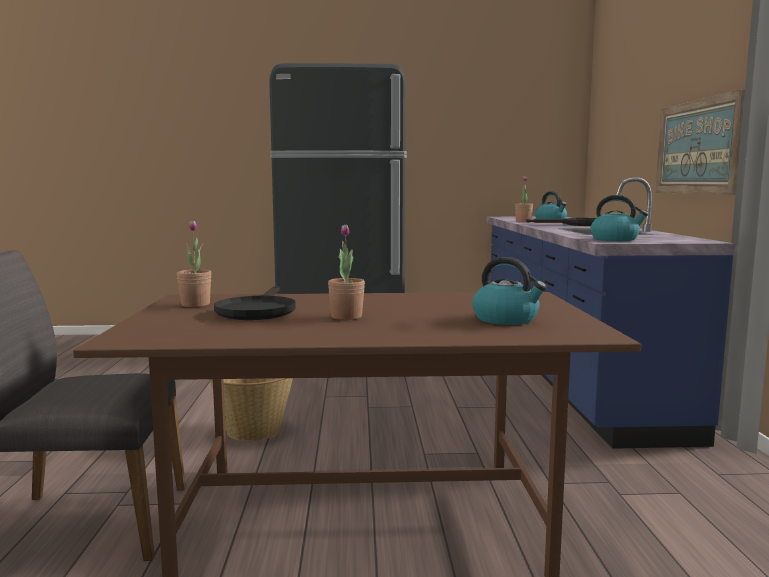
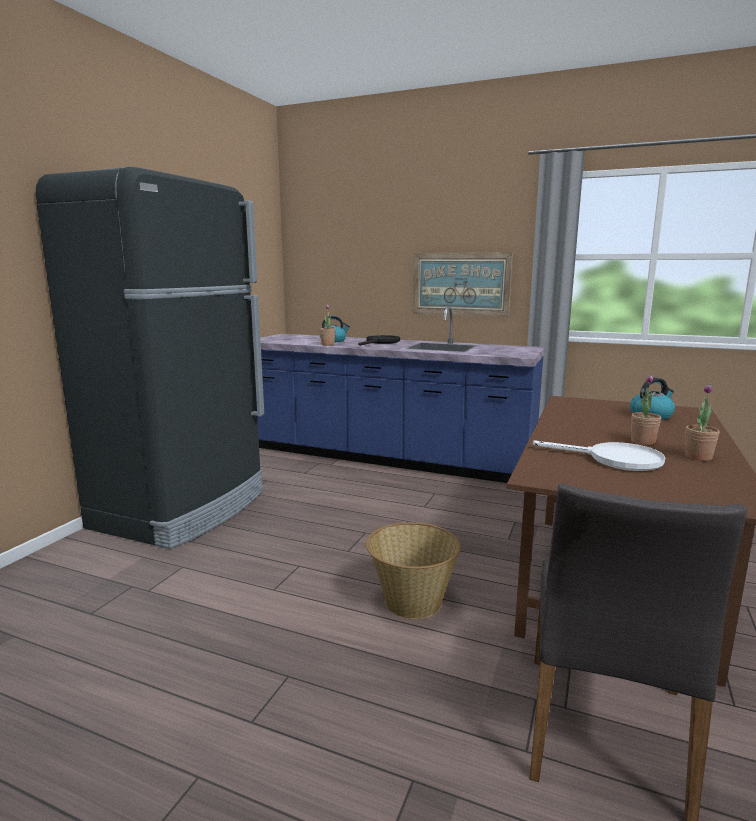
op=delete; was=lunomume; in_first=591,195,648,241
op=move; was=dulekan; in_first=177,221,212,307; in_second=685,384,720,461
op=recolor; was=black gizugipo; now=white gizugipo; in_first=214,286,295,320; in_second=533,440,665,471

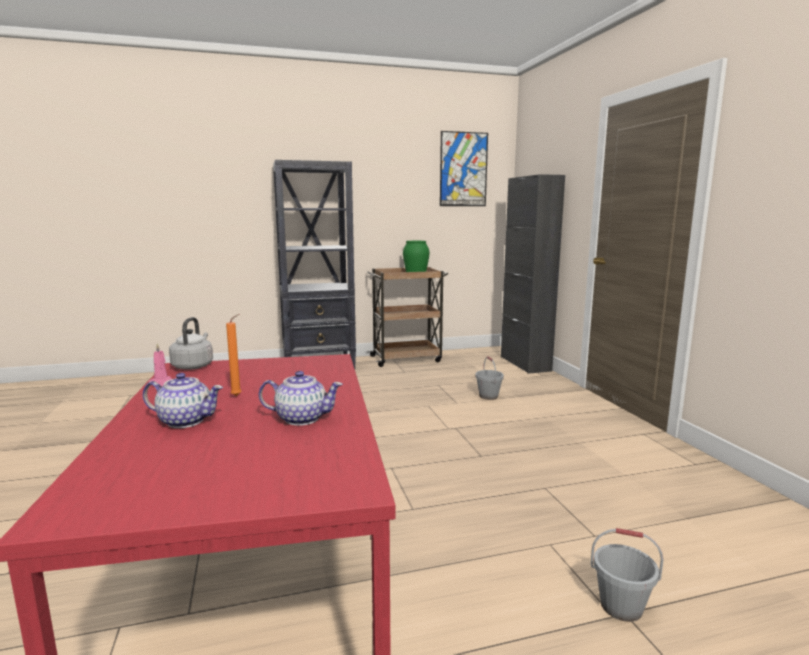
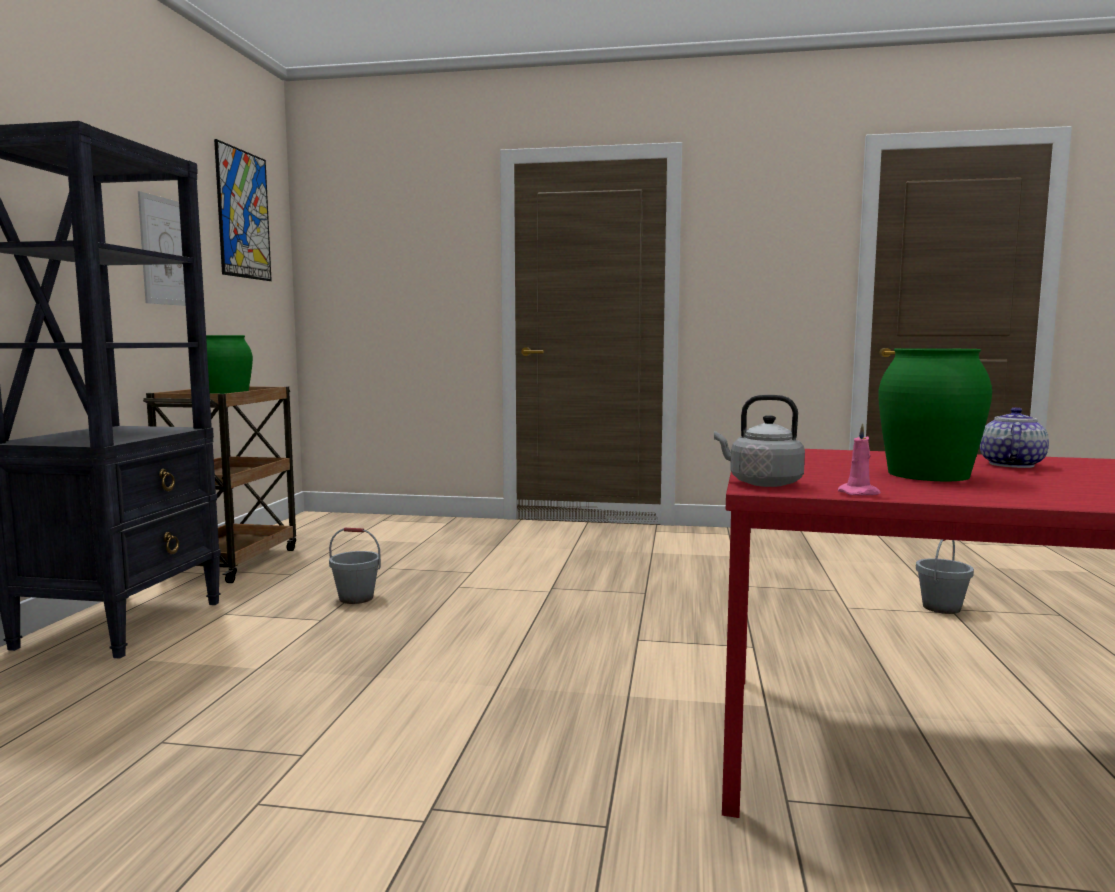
op=delete; was=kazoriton; in_first=143,373,223,428
op=delete; was=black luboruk; in_first=501,174,565,374
op=insert; now=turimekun; in_second=138,191,186,306
op=move; was=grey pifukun; in_first=475,357,504,400; in_second=329,528,381,604
op=replace; was=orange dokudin; now=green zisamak; in_first=226,314,241,396; in_second=878,348,992,481

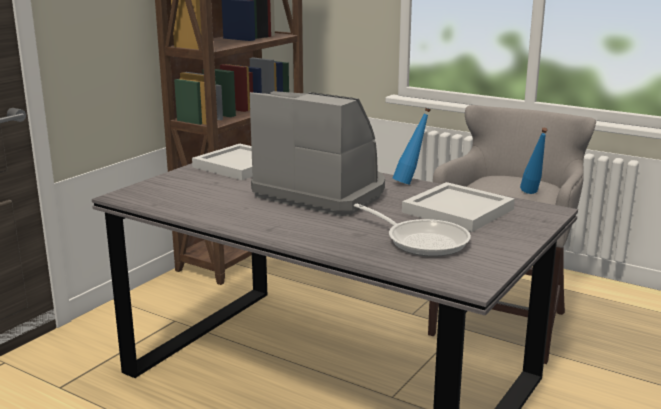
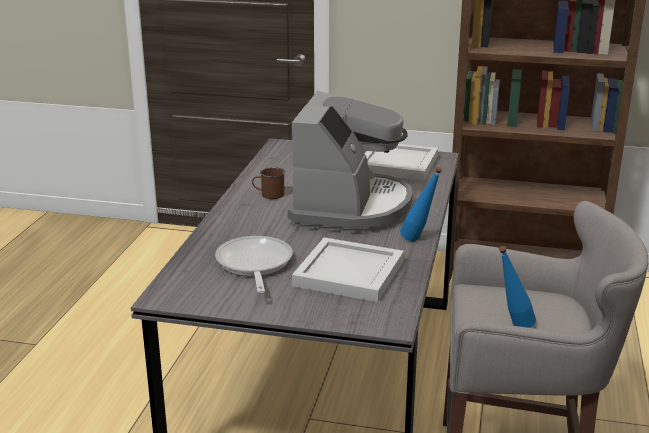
op=insert; now=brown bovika; in_second=252,167,285,199
op=rotate; was=gizugipo; in_first=354,204,471,257; in_second=215,236,293,293; clockwise=150

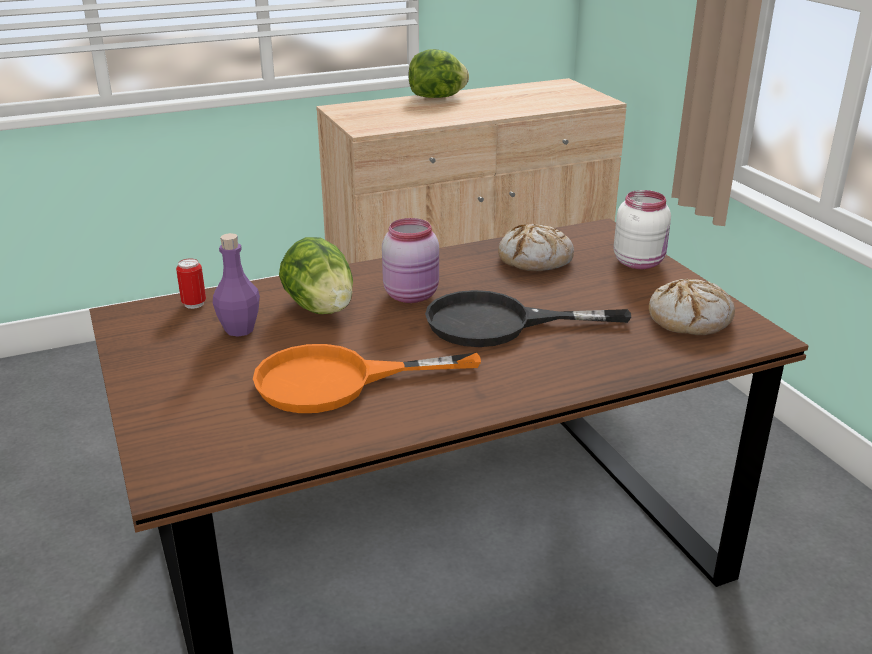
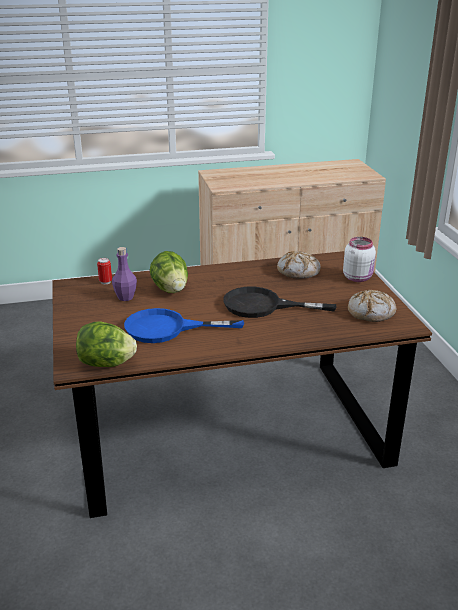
op=delete; was=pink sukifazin; in_first=382,218,439,303
op=move; was=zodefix; in_first=408,49,469,98; in_second=76,321,137,367
op=recolor; was=orange gizugipo; now=blue gizugipo; in_first=253,344,481,413; in_second=124,308,244,343

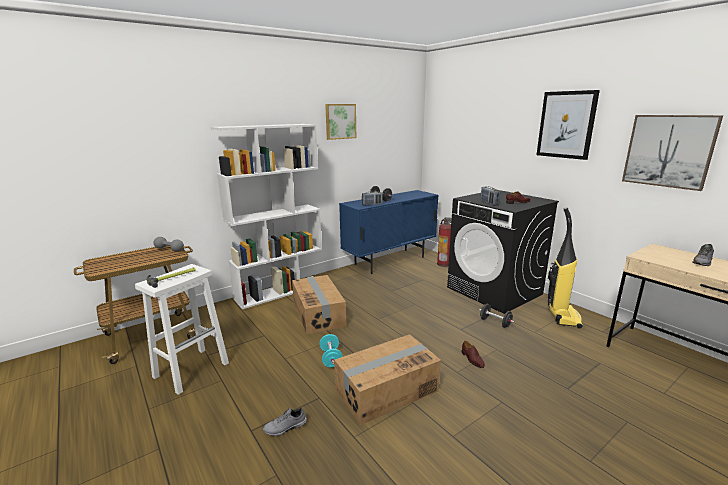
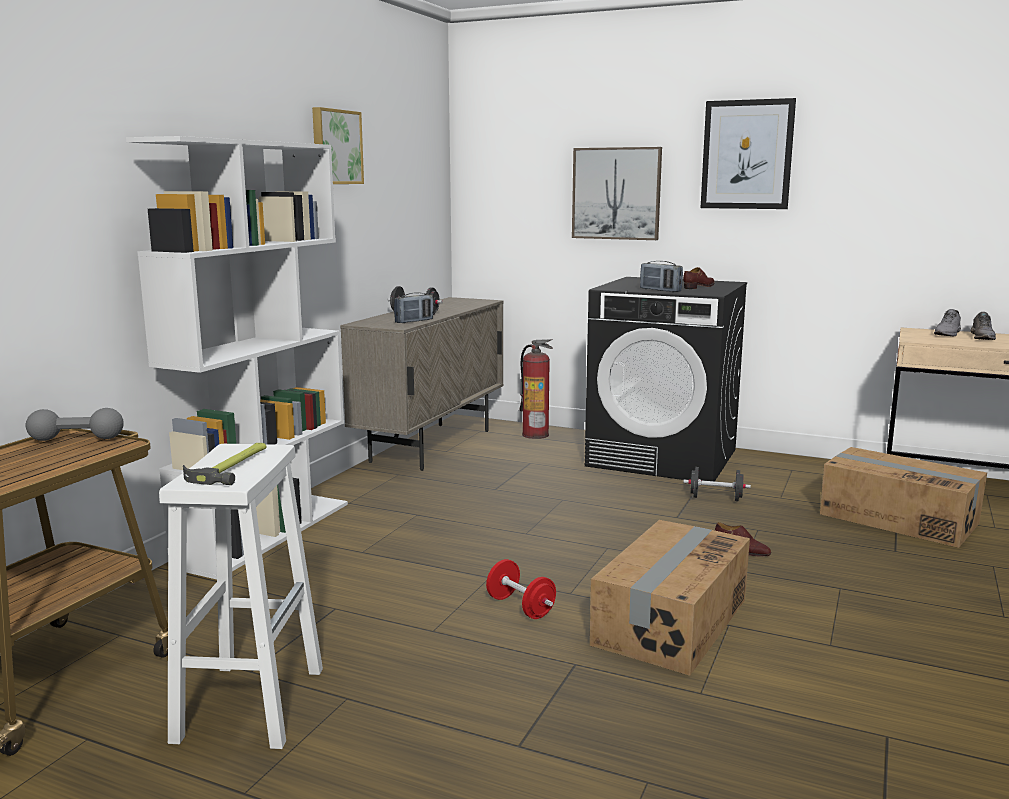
op=delete; was=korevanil; in_first=548,207,583,328
op=move; was=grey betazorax; in_first=263,408,307,436; in_second=934,309,961,336
op=move; was=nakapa; in_first=292,275,346,335; in_second=820,447,987,548
op=move; was=turimekun; in_first=622,115,723,191; in_second=572,147,662,240
op=recolor; was=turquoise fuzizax; now=red fuzizax; in_first=320,334,342,368; in_second=486,559,556,619
op=recolor; was=blue luboruk; now=beige luboruk; in_first=339,190,438,274; in_second=340,297,503,471

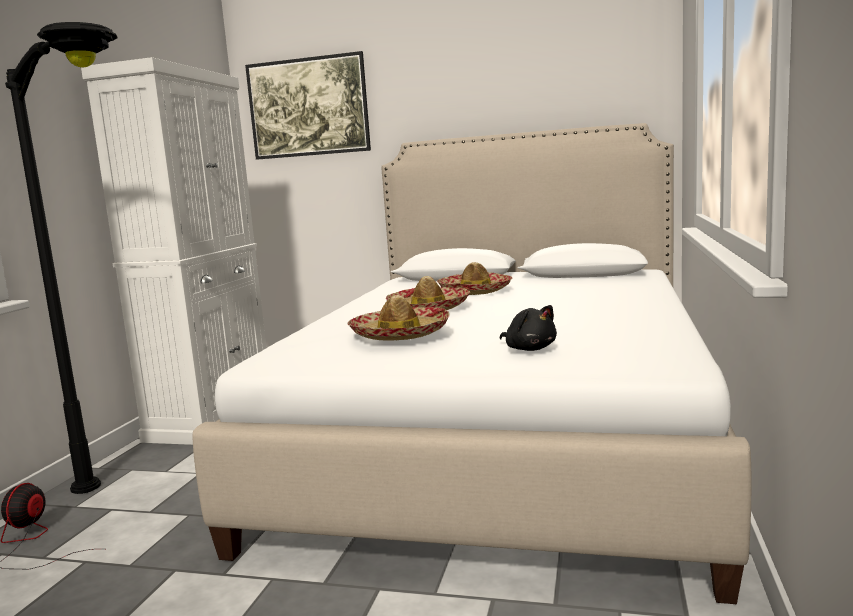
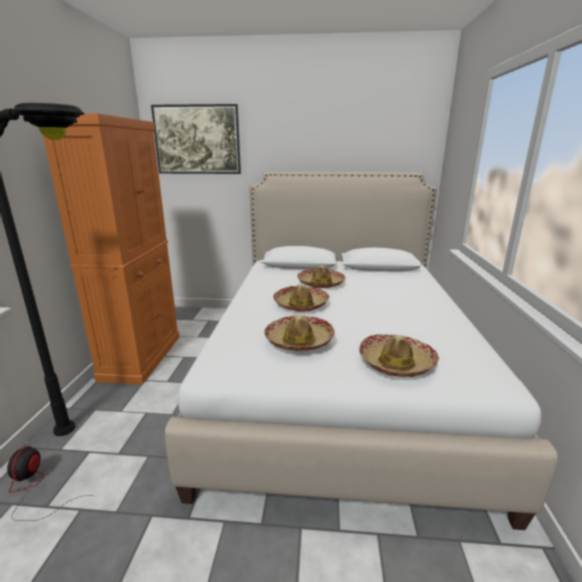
op=replace; was=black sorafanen; now=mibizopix; in_first=500,305,557,351; in_second=359,334,439,377
op=recolor; was=white luboruk; now=orange luboruk; in_first=81,57,267,445; in_second=43,113,179,385

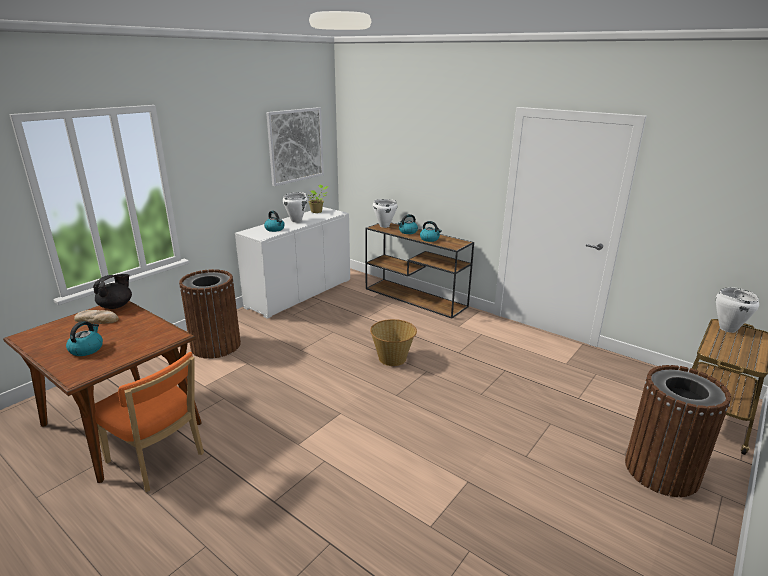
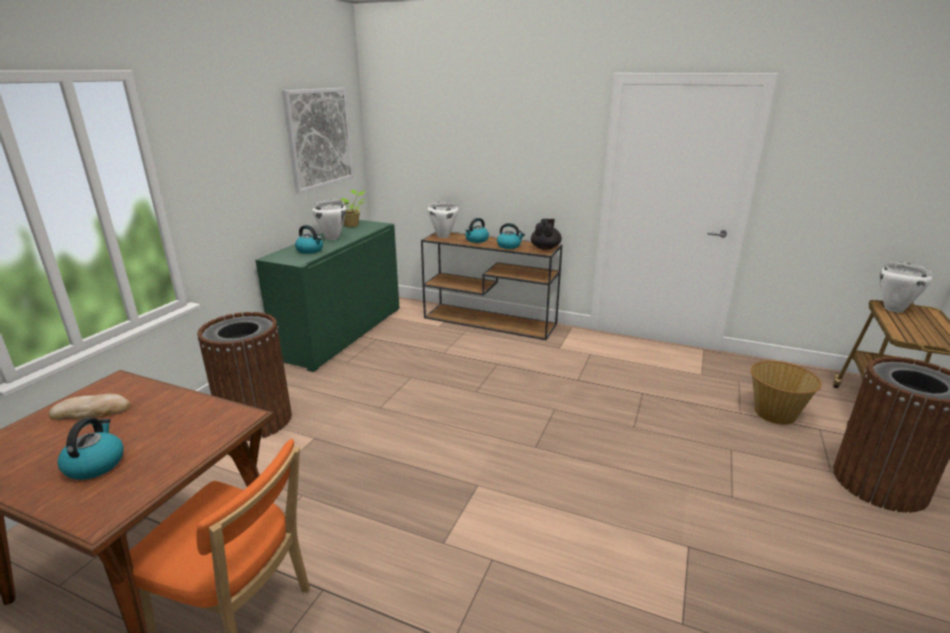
op=move; was=black kazoriton; in_first=93,274,132,309; in_second=531,219,562,250
op=move; was=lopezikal; in_first=370,319,417,366; in_second=750,361,822,425
op=recolor; was=white luboruk; now=green luboruk; in_first=235,207,350,319; in_second=255,220,400,372

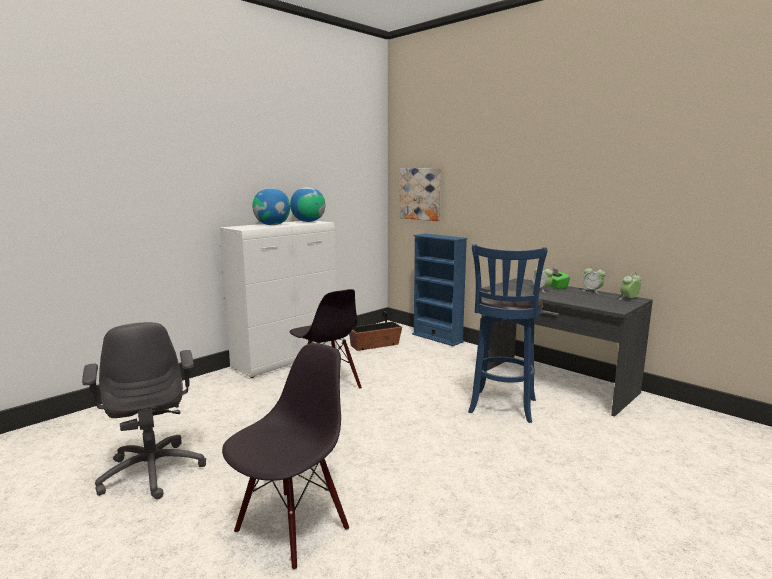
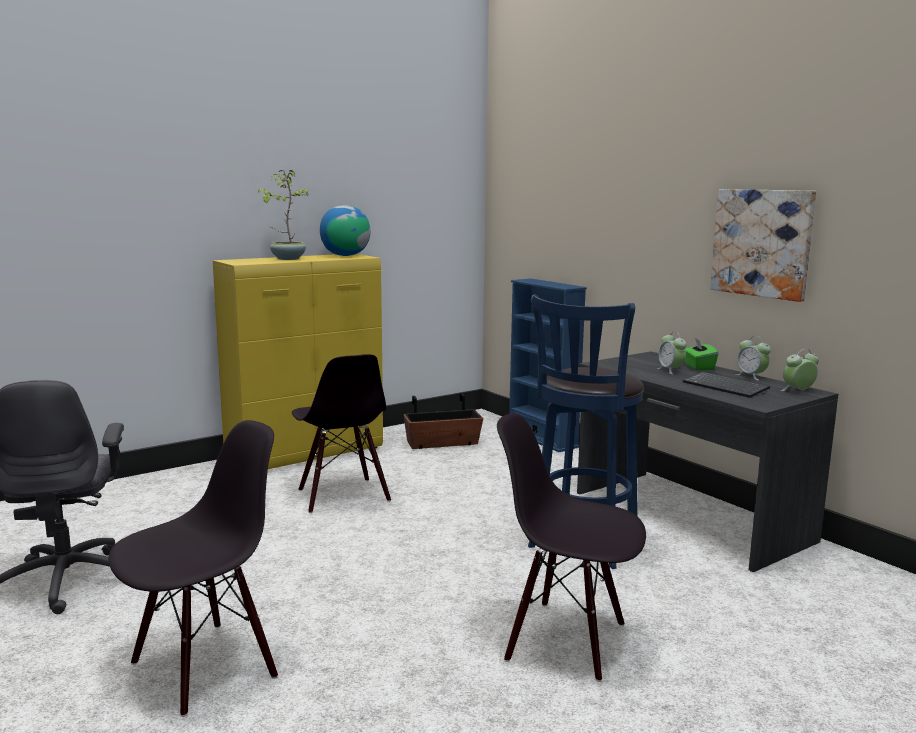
op=insert; now=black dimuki; in_second=497,413,646,682
op=insert; now=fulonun; in_second=683,372,770,398
op=move; was=turimekun; in_first=400,168,441,221; in_second=710,189,816,302
op=replace; was=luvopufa; now=dulekan; in_first=252,188,290,225; in_second=258,170,309,260
op=recolor; was=white luboruk; now=yellow luboruk; in_first=220,221,337,378; in_second=213,254,383,469

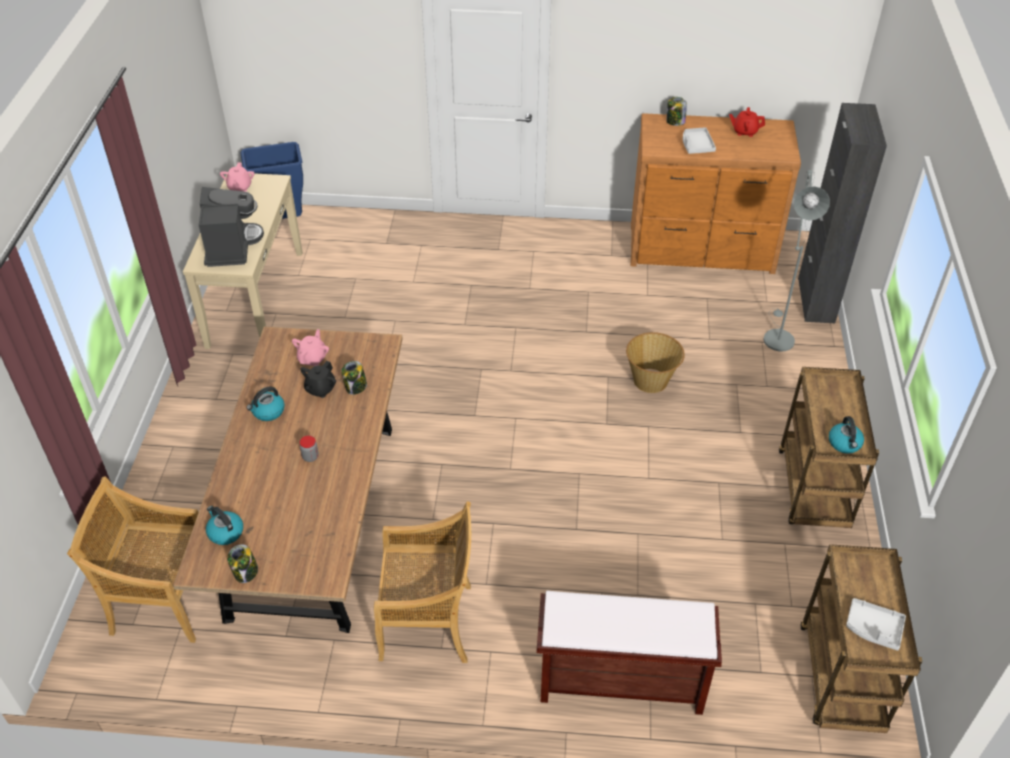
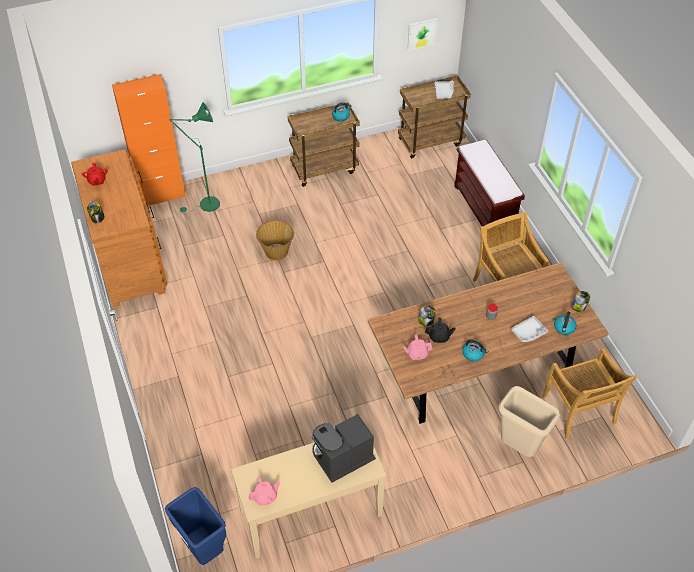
op=insert; now=turimekun; in_second=407,18,438,51
op=insert; now=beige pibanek; in_second=499,386,560,457
op=move; was=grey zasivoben; in_first=683,127,716,154; in_second=511,316,548,342
op=recolor; was=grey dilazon; now=green dilazon; in_first=763,170,830,351; in_second=169,102,220,214
op=recolor; was=black luboruk; now=orange luboruk; in_first=798,103,887,323; in_second=112,74,186,206

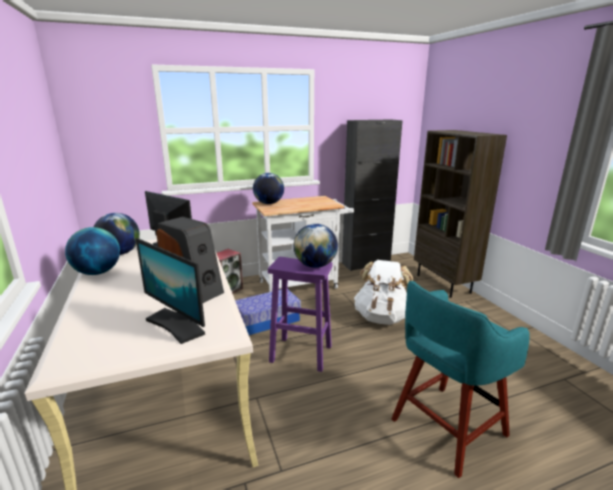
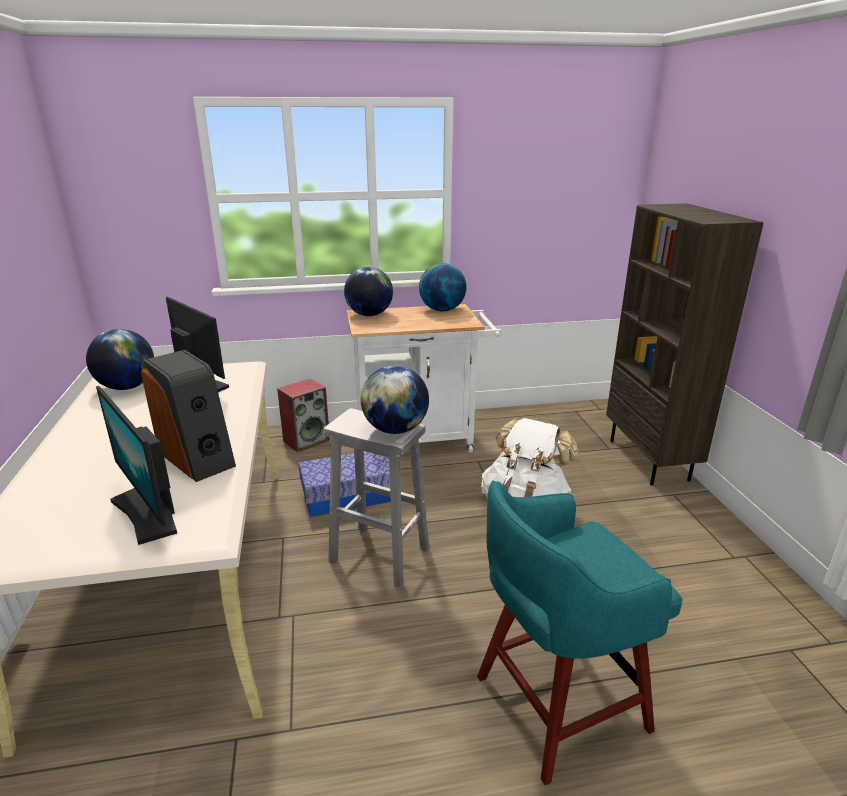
op=delete; was=black luboruk; in_first=342,119,403,271
op=move; was=luvopufa; in_first=65,227,120,275; in_second=419,263,467,311
op=recolor; was=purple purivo; now=white purivo; in_first=268,257,333,372; in_second=324,408,429,587

